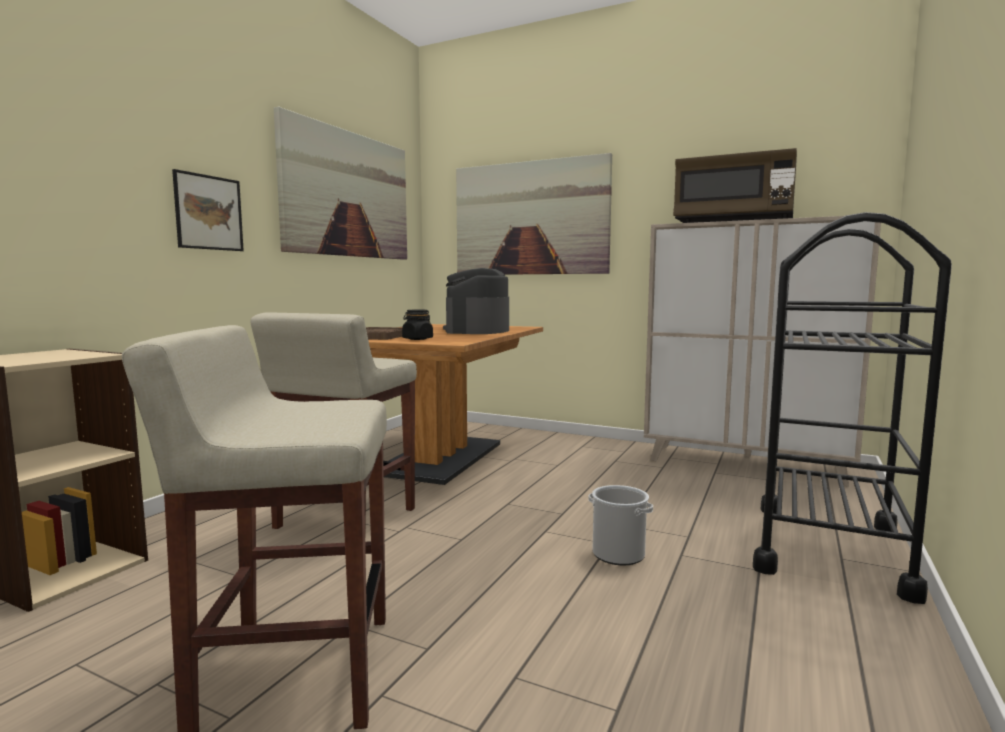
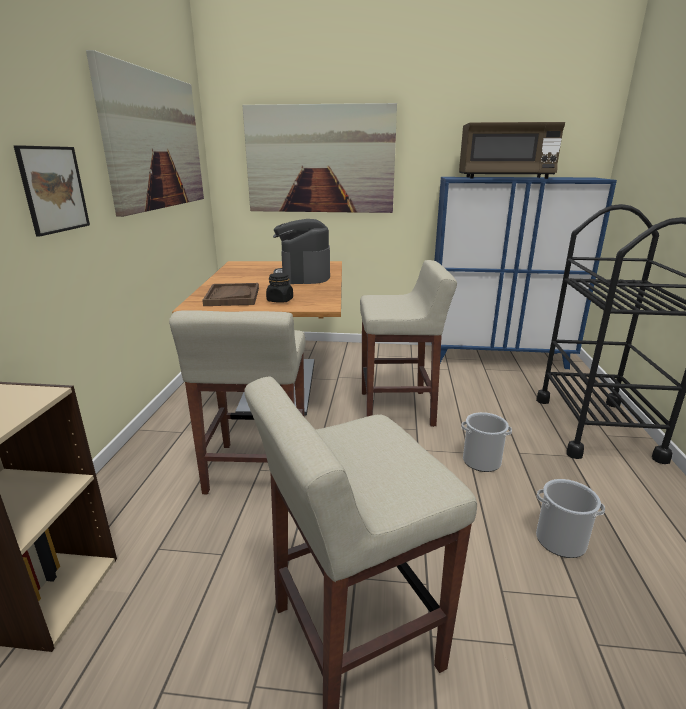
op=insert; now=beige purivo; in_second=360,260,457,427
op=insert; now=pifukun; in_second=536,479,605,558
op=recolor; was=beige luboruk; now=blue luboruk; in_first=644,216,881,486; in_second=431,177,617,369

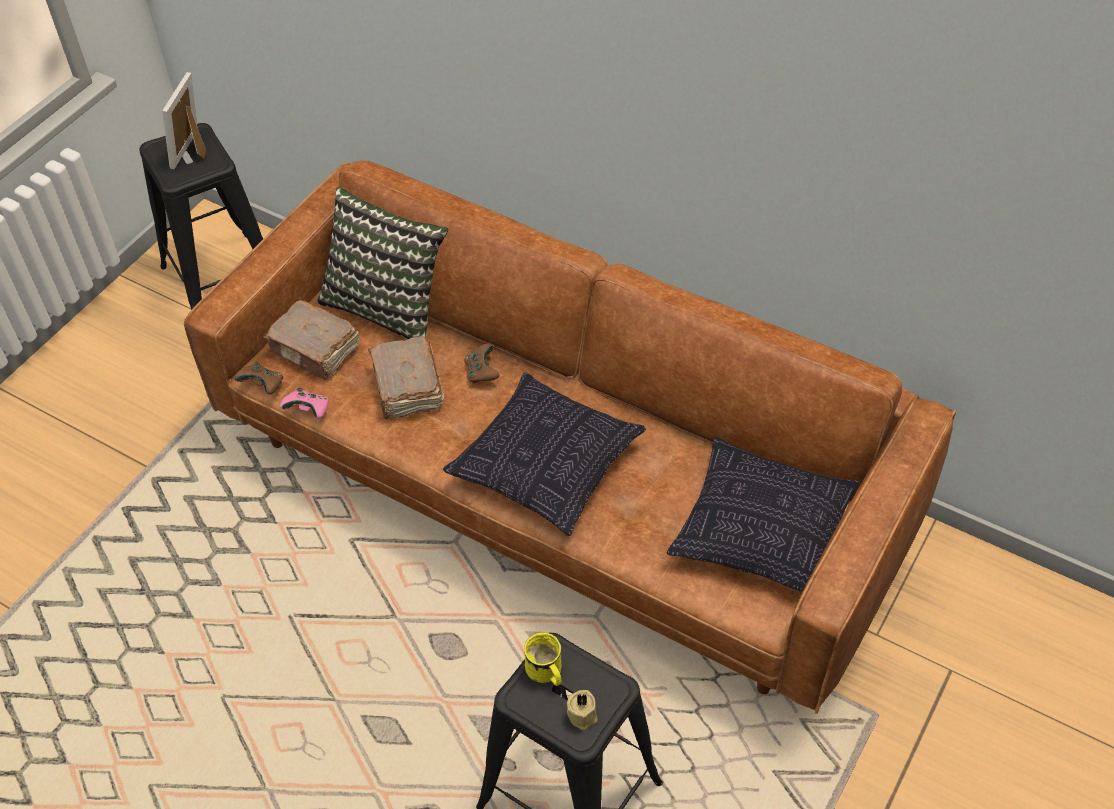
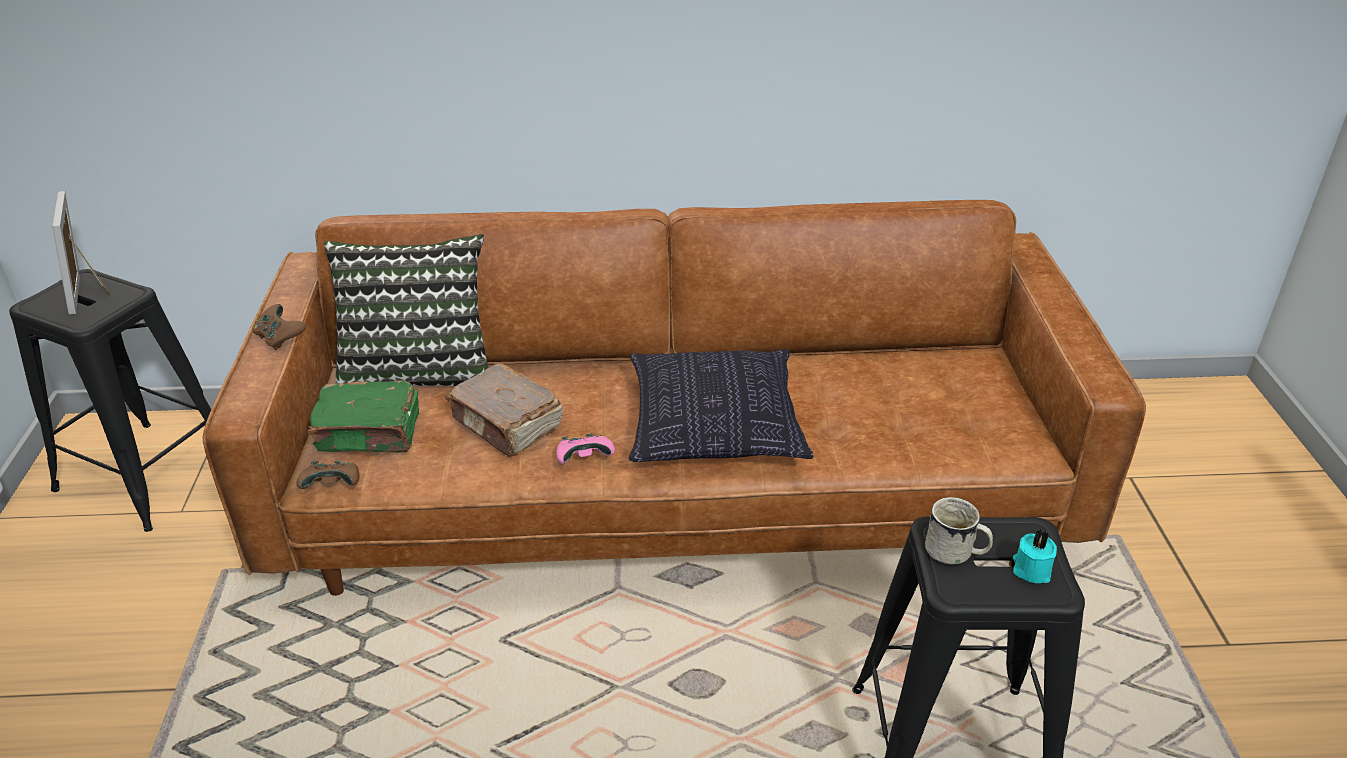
op=delete; was=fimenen; in_first=667,437,860,592
op=move; was=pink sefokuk; in_first=280,388,329,419; in_second=556,434,615,464
op=move; was=brown sefokuk; in_first=464,343,499,384; in_second=252,304,306,350
op=recolor; was=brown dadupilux; now=green dadupilux; in_first=263,300,359,380; in_second=308,380,421,453
op=recolor; was=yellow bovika; now=white bovika; in_first=524,632,562,686; in_second=925,497,993,565
op=recolor; was=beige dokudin; now=turquoise dokudin; in_first=567,690,598,730; in_second=1013,529,1057,583

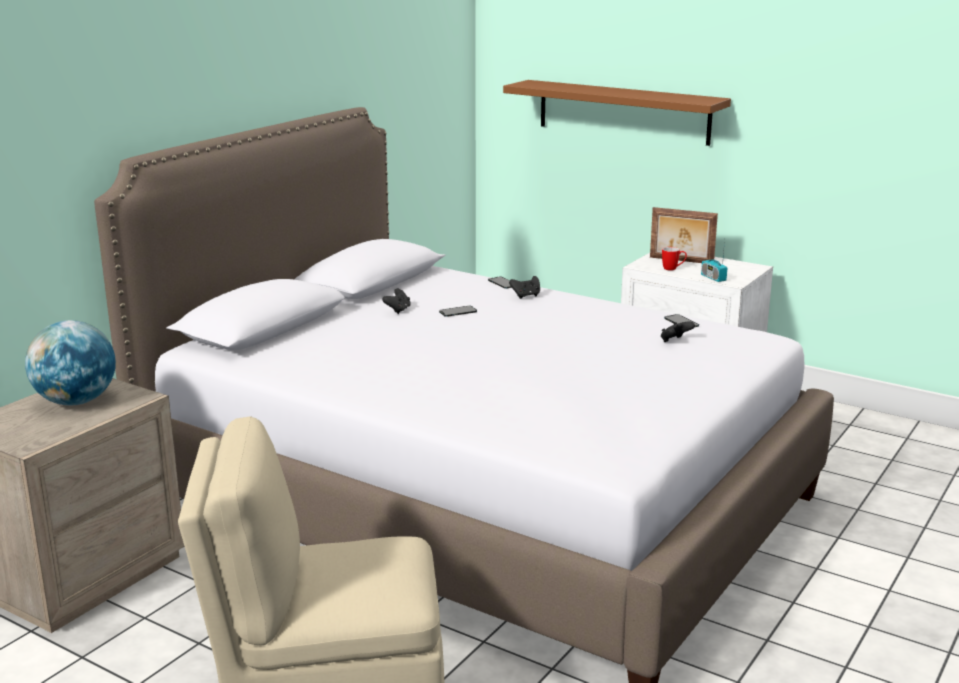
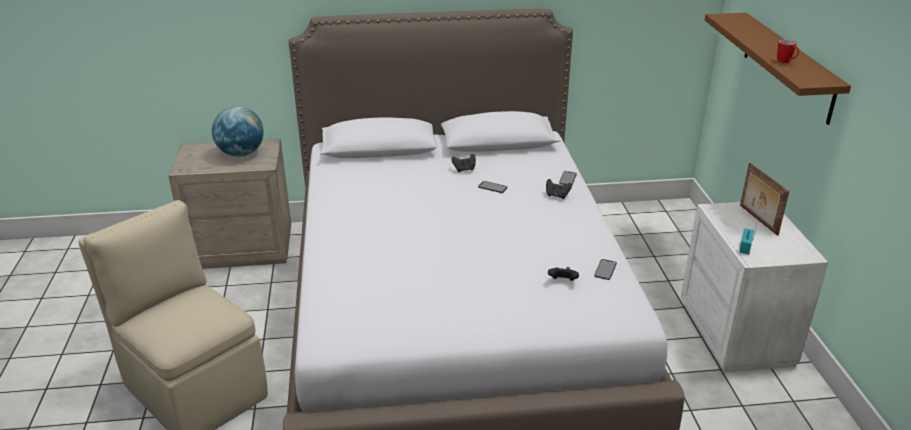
op=move; was=bovika; in_first=662,247,687,271; in_second=777,39,799,63

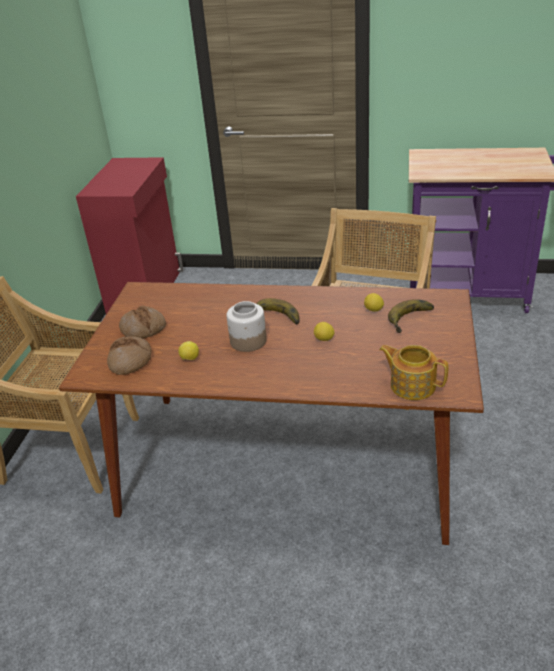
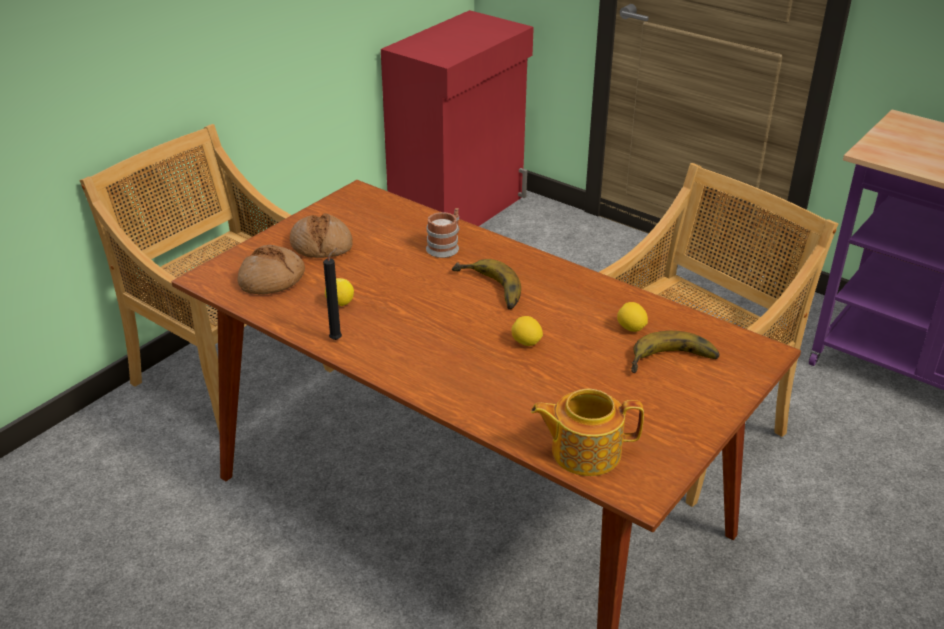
op=delete; was=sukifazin; in_first=226,301,267,352
op=insert; now=black dokudin; in_second=323,248,342,340
op=insert; now=bovika; in_second=426,208,459,258
op=rotate; was=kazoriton; in_first=379,345,448,400; in_second=531,389,644,476; clockwise=-60

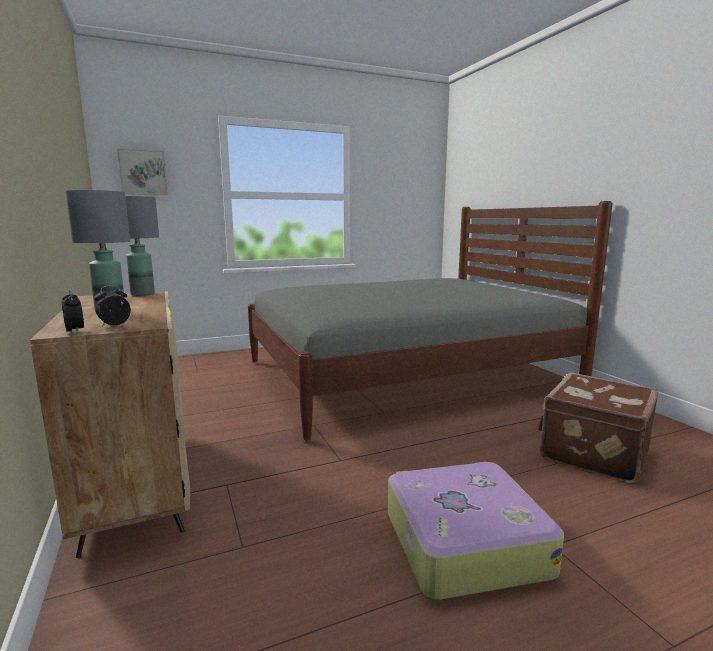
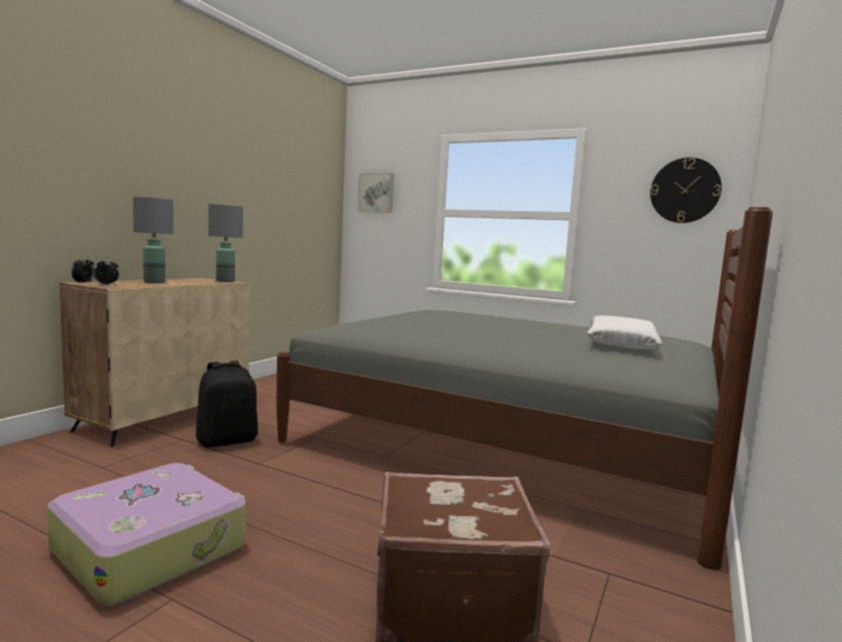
op=insert; now=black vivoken; in_second=196,361,258,447
op=insert; now=white fimenen; in_second=587,316,662,349
op=insert; now=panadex; in_second=650,157,722,223

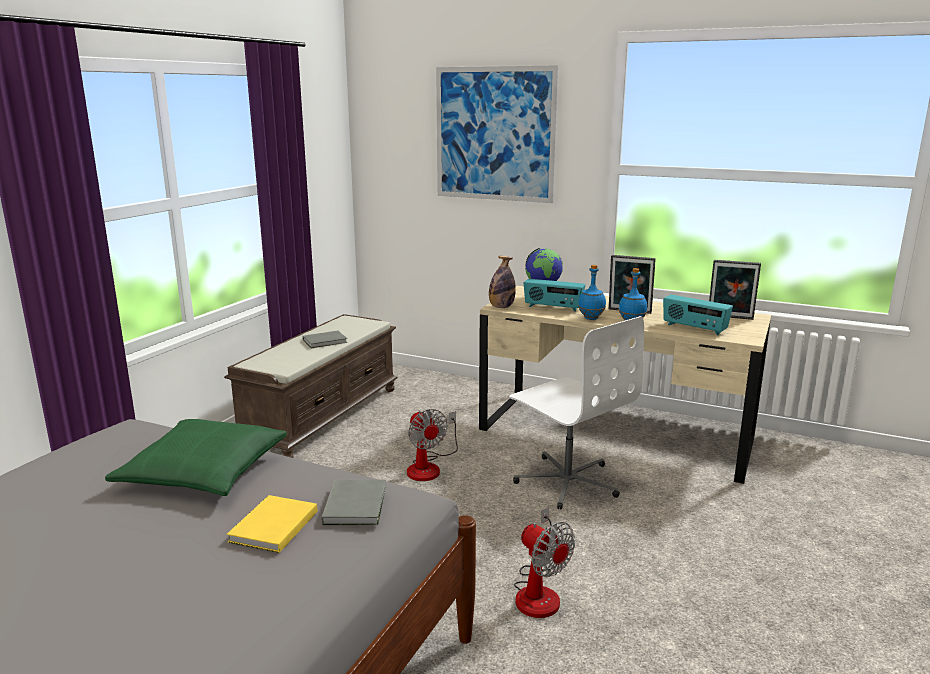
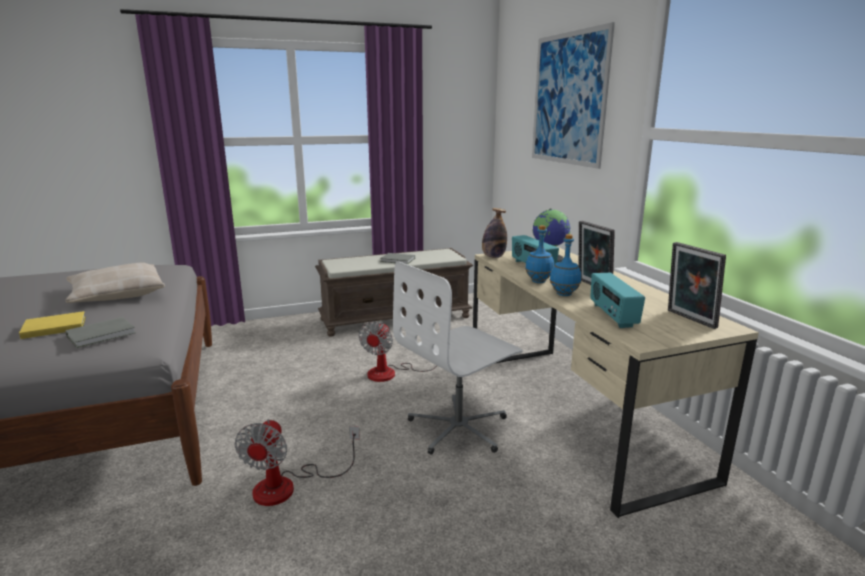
op=recolor; was=green fimenen; now=beige fimenen; in_first=105,419,287,496; in_second=66,262,165,303
op=rotate; was=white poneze; in_first=509,316,644,509; in_second=393,261,523,455; clockwise=45

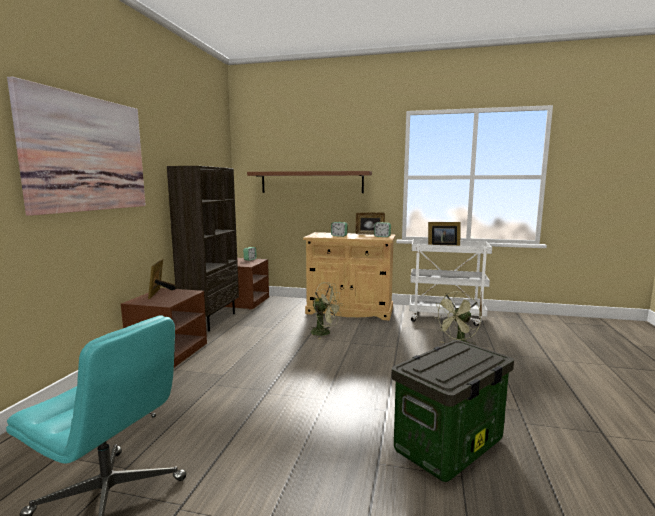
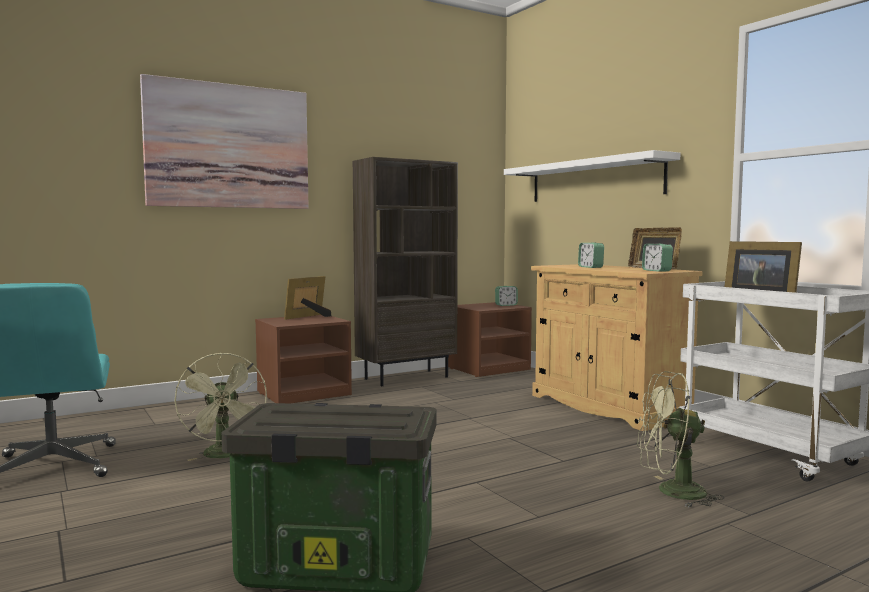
op=move; was=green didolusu; in_first=311,282,342,339; in_second=174,352,267,461
op=recolor; was=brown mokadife; now=white mokadife; in_first=247,171,372,193; in_second=504,150,680,202

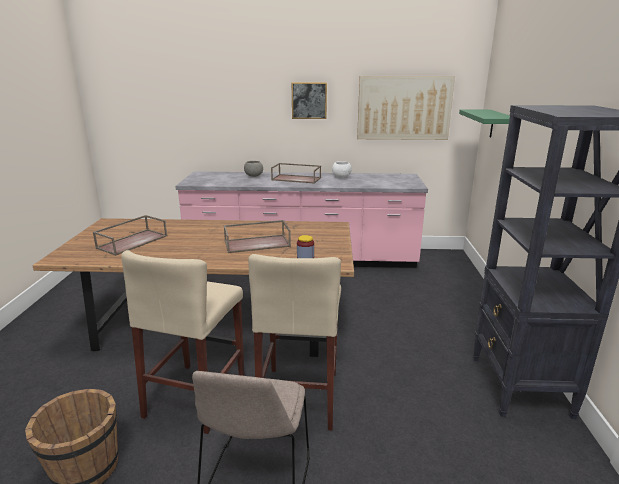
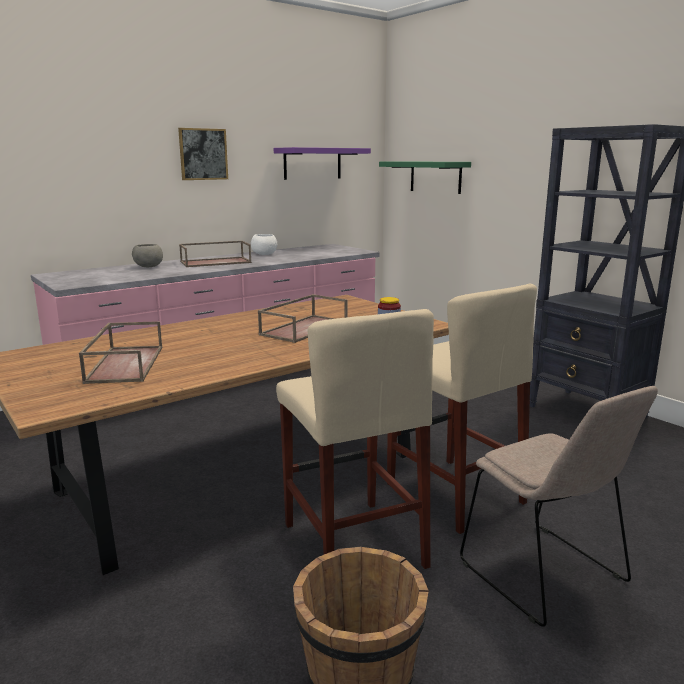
op=replace; was=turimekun; now=purple mokadife; in_first=357,76,455,140; in_second=274,147,371,180

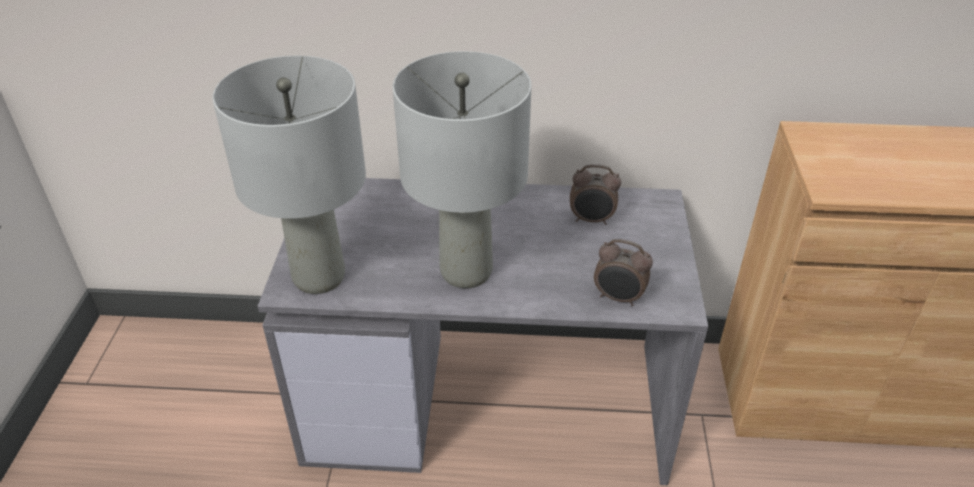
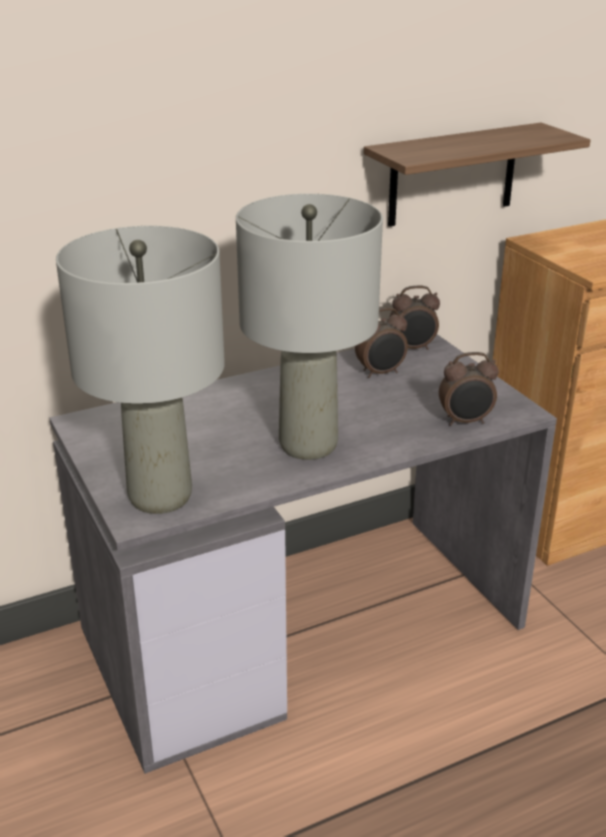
op=insert; now=mokadife; in_second=364,123,591,227
op=insert; now=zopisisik; in_second=390,286,440,350

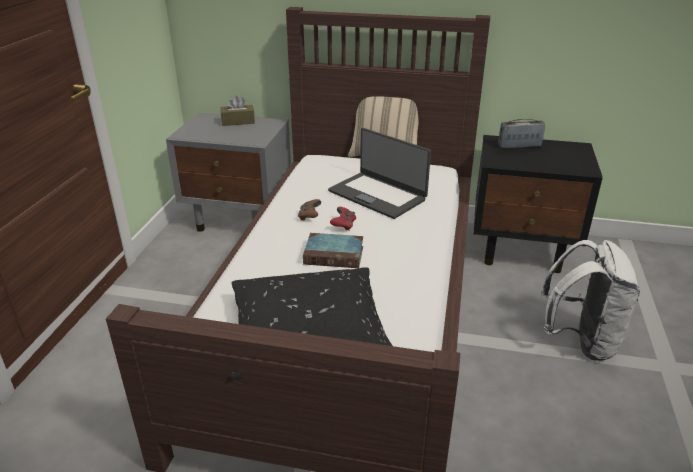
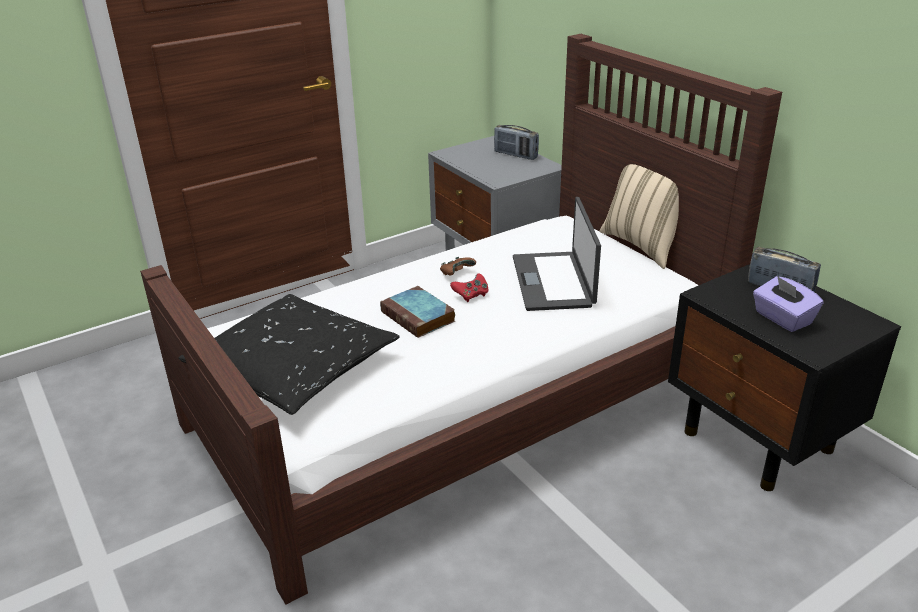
op=delete; was=white vivoken; in_first=541,240,640,361
op=insert; now=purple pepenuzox; in_second=753,276,824,332
op=replace; was=brown pepenuzox; now=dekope; in_first=221,96,255,126; in_second=494,125,539,160

